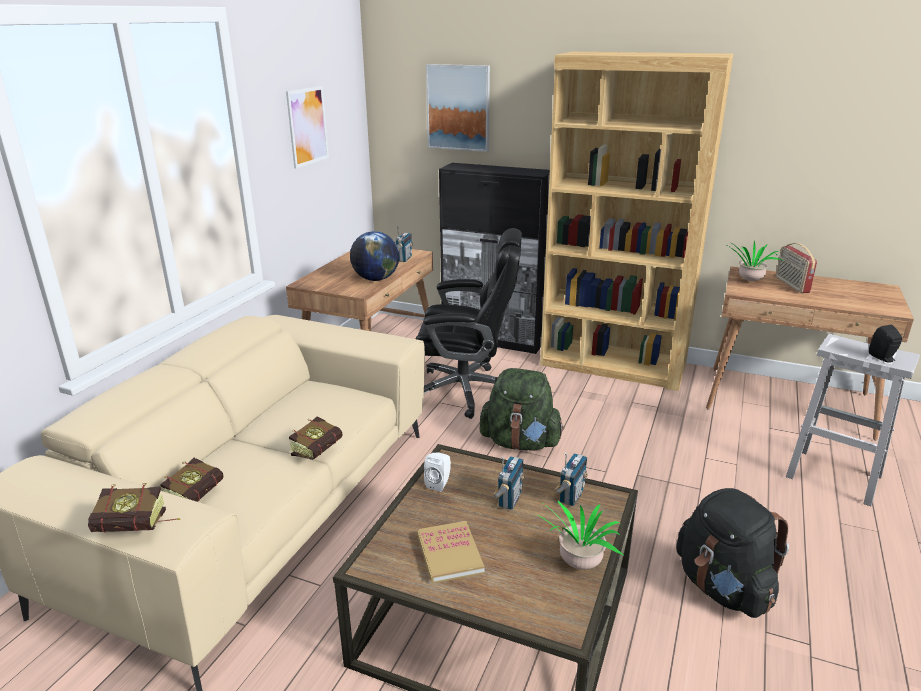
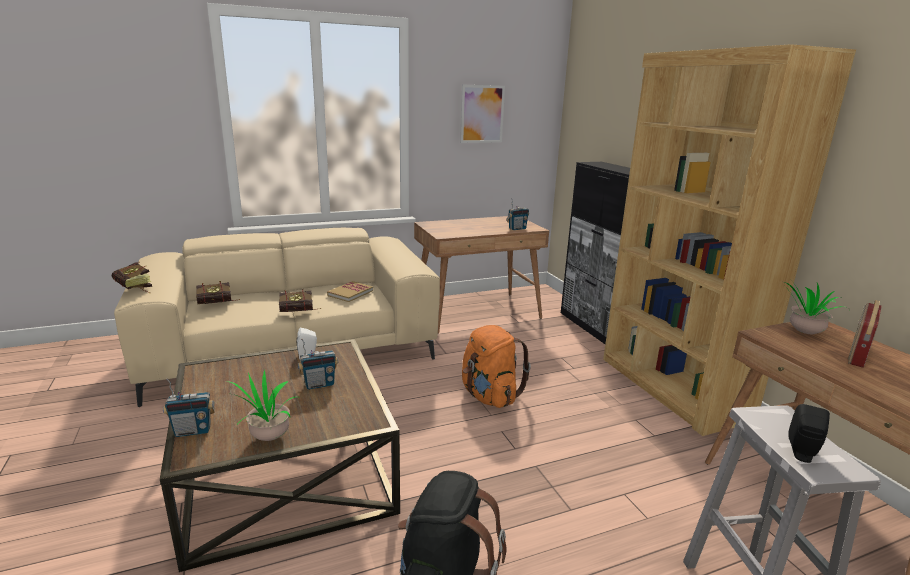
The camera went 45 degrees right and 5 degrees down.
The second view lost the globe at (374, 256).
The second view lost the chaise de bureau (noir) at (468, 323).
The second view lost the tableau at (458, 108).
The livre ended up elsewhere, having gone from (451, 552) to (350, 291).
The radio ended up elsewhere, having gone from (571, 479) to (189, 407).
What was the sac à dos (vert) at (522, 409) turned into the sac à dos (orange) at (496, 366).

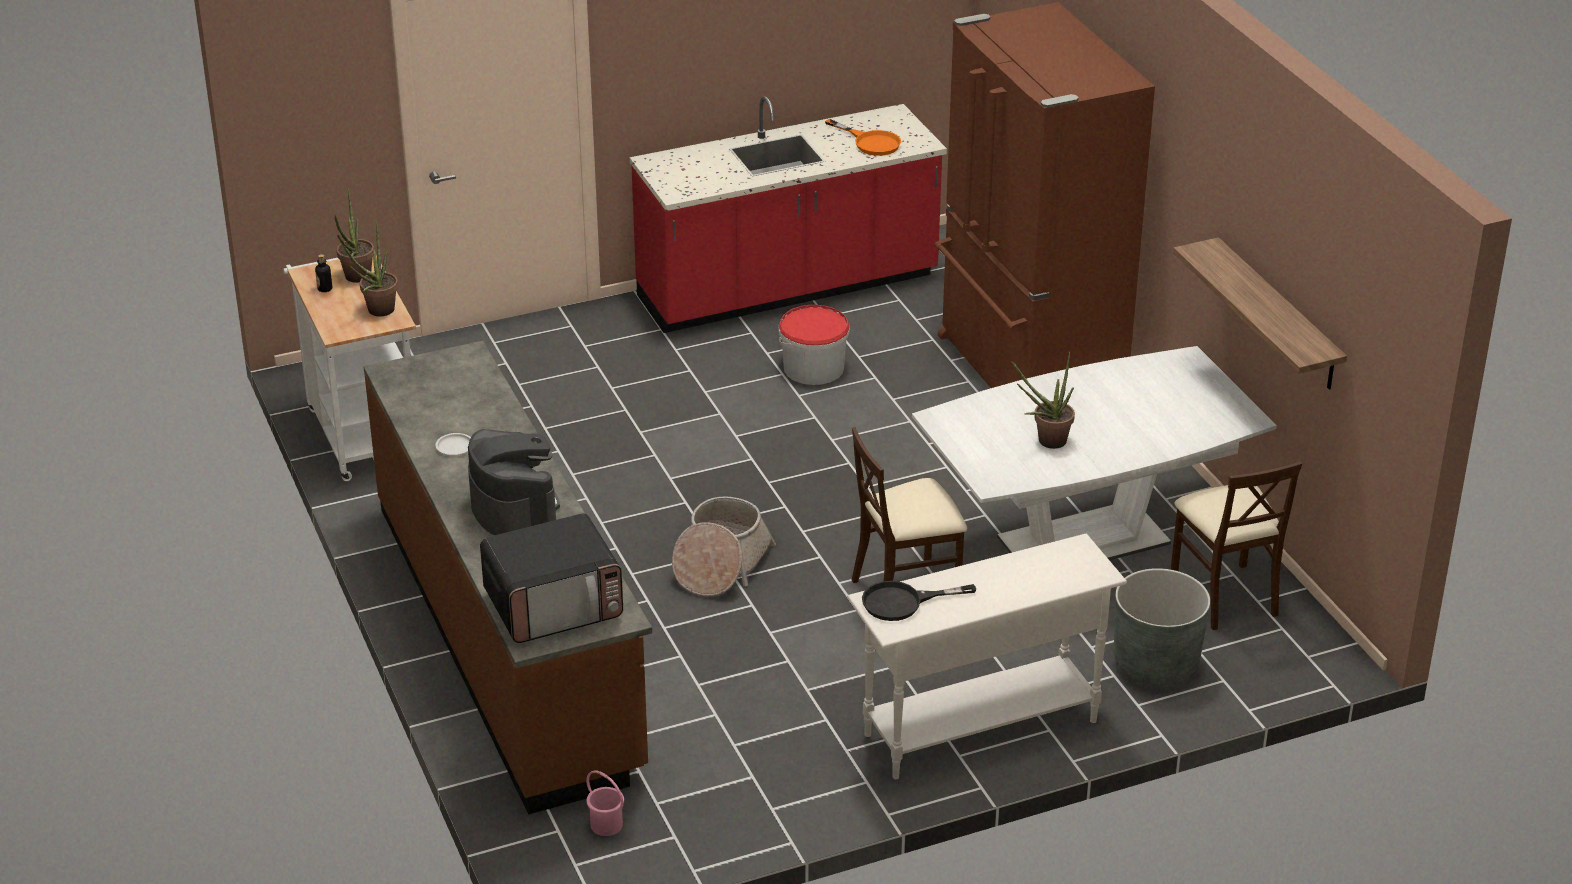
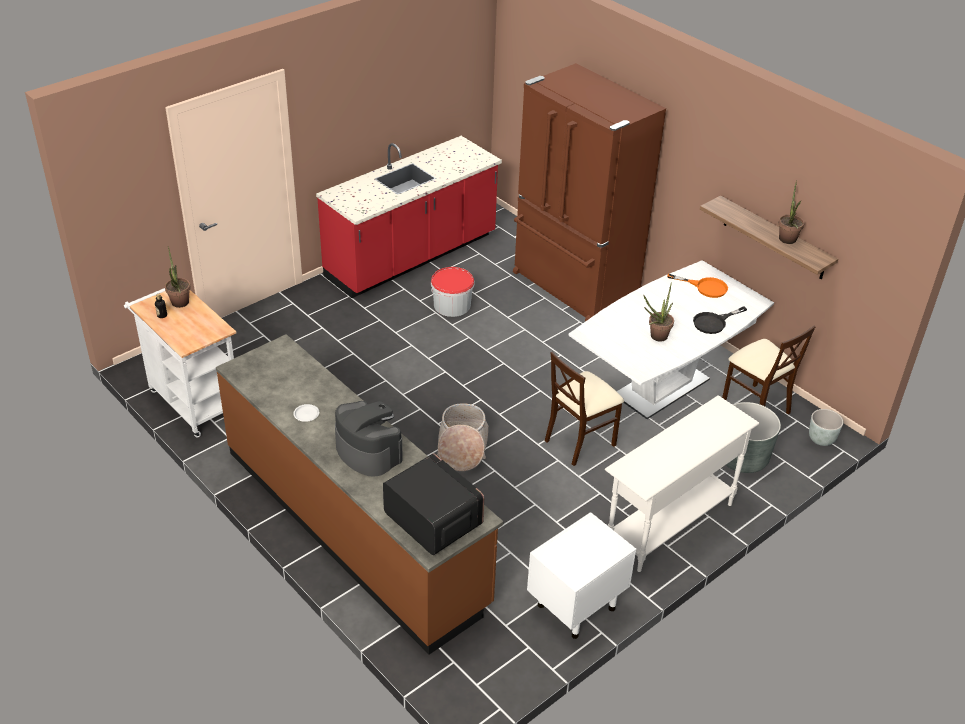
The camera went 20 degrees left and 5 degrees up.
The second view lost the seau (rose) at (605, 803).
The second view gained the table de chevet (blanc) at (581, 575).
The second view gained the cache-pot (gris) at (826, 427).
The plante en pot ended up elsewhere, having gone from (371, 268) to (791, 212).
The poêle (orange) ended up elsewhere, having gone from (863, 137) to (697, 286).
The poêle (noir) ended up elsewhere, having gone from (919, 601) to (720, 320).
The micro-ondes at (551, 578) ended up facing another way, 90 degrees counterclockwise from before.

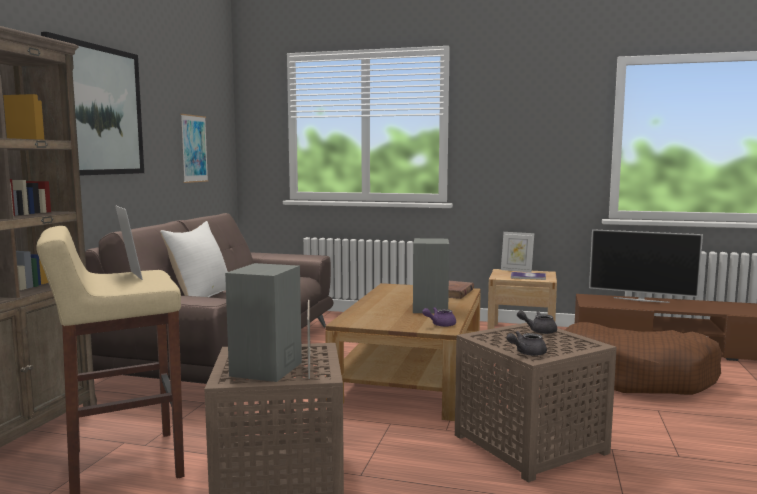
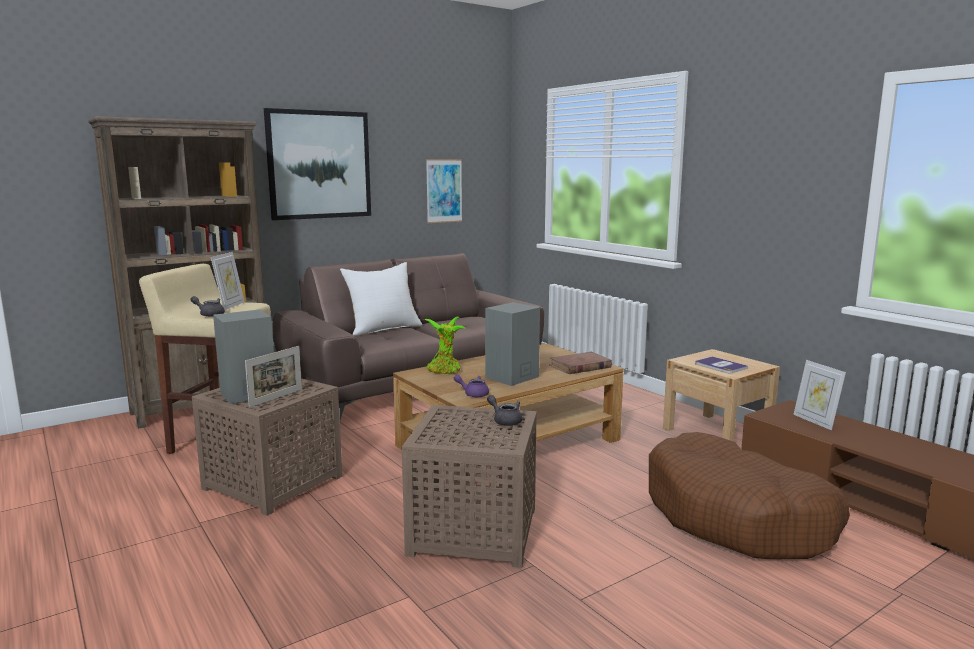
The camera went 40 degrees right and 5 degrees up.
The second view lost the téléviseur at (646, 266).
The second view gained the plante en pot at (445, 345).
The cadre photo ended up elsewhere, having gone from (517, 252) to (819, 395).
The théière (gris) ended up elsewhere, having gone from (526, 343) to (207, 306).

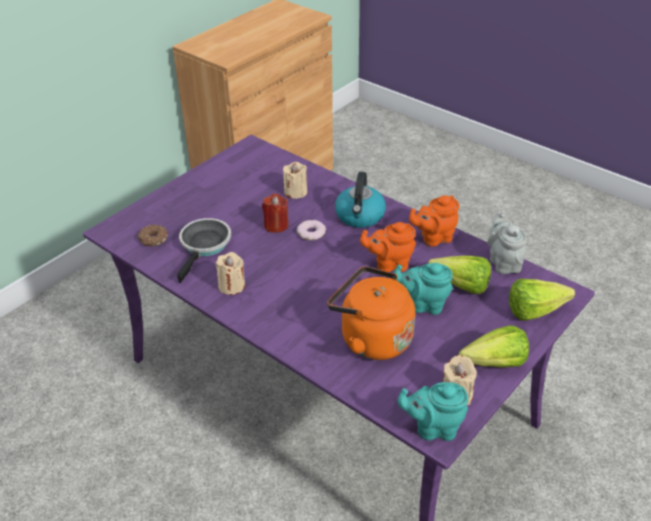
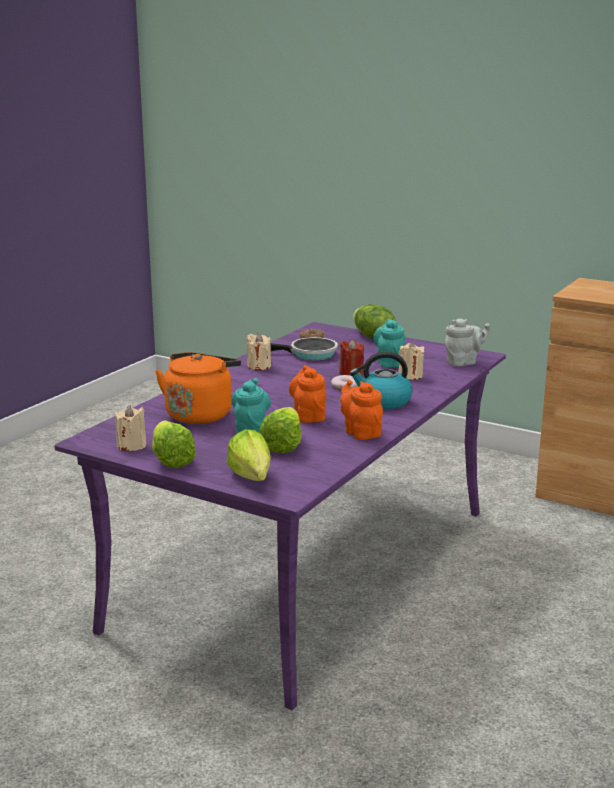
The camera went 80 degrees right and 20 degrees down.
The second view gained the laitue at (374, 321).
The théière (turquoise) ended up elsewhere, having gone from (432, 411) to (389, 343).
The théière (gris) ended up elsewhere, having gone from (507, 243) to (467, 342).

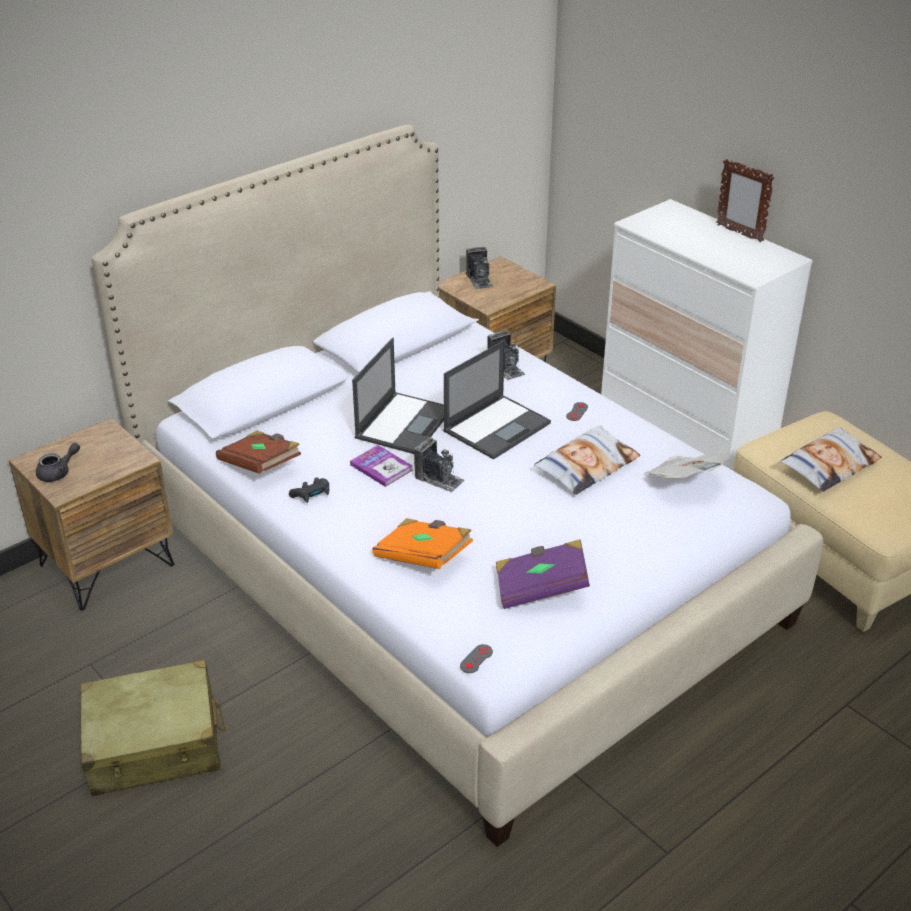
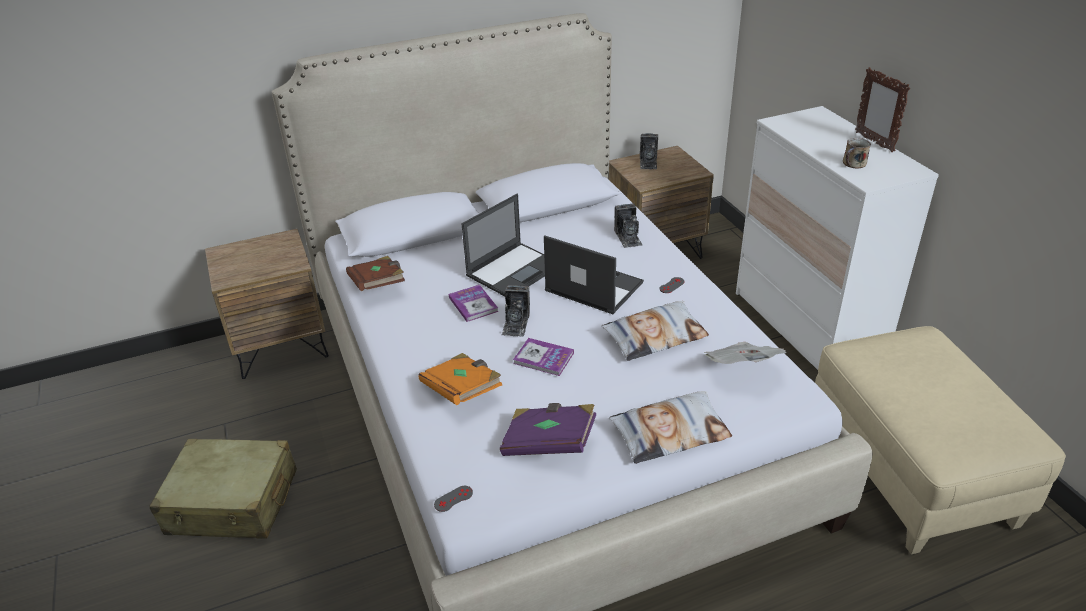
The camera went 20 degrees right and 0 degrees up.
The second view lost the théière (gris) at (58, 462).
The second view lost the manette (noir) at (309, 490).
The second view gained the livre at (543, 357).
The second view gained the mug at (857, 153).
The coussin ended up elsewhere, having gone from (831, 459) to (670, 427).
The appareil photo at (439, 465) ended up facing another way, 45 degrees clockwise from before.
The ordinateur portable at (497, 400) ended up facing another way, 120 degrees counterclockwise from before.

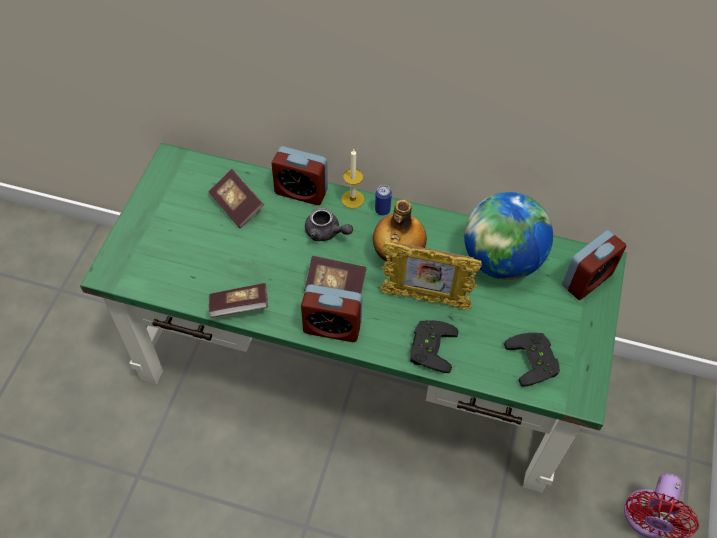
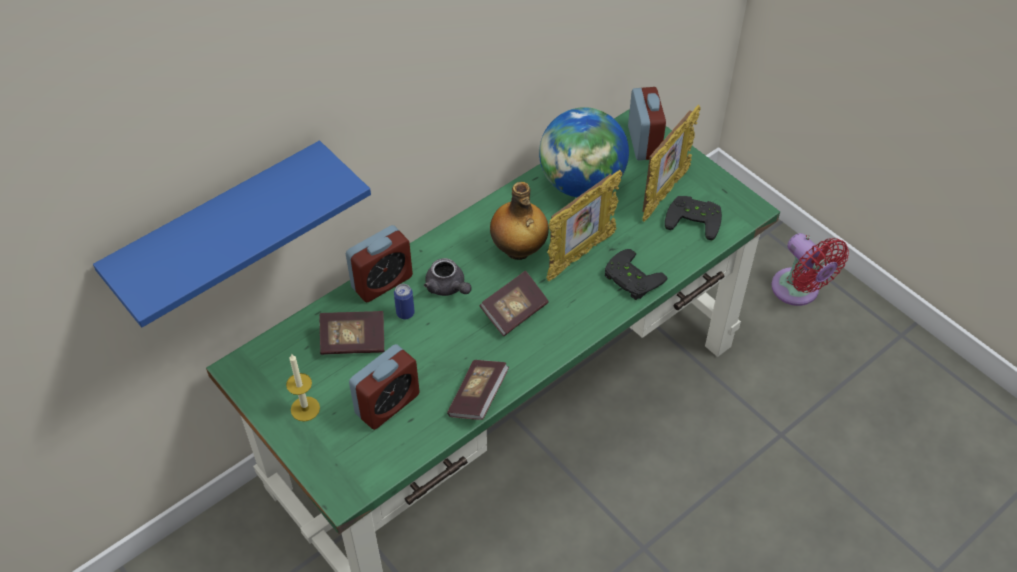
The camera went 55 degrees left and 5 degrees down.
The second view gained the étagère (bleu) at (232, 234).
The second view gained the cadre photo at (671, 163).
The réveil ended up elsewhere, having gone from (331, 313) to (384, 387).
The bougie ended up elsewhere, having gone from (352, 179) to (303, 387).
The boîte métallique ended up elsewhere, having gone from (383, 200) to (404, 301).
The théière (gris) at (329, 224) ended up facing another way, 75 degrees clockwise from before.

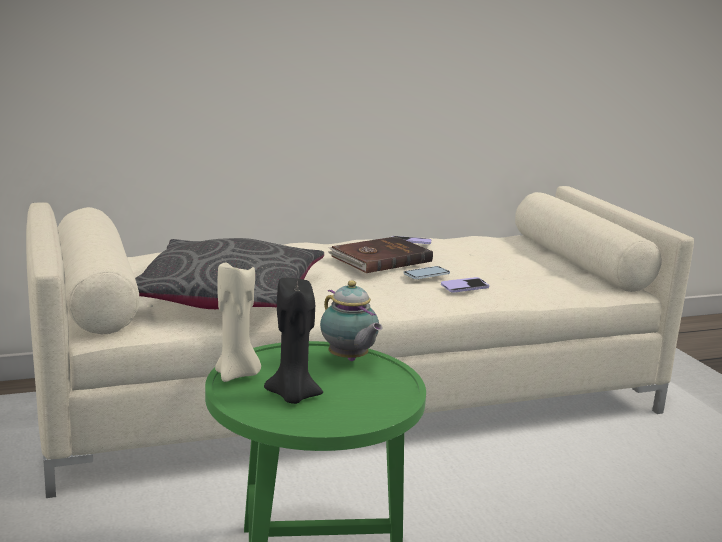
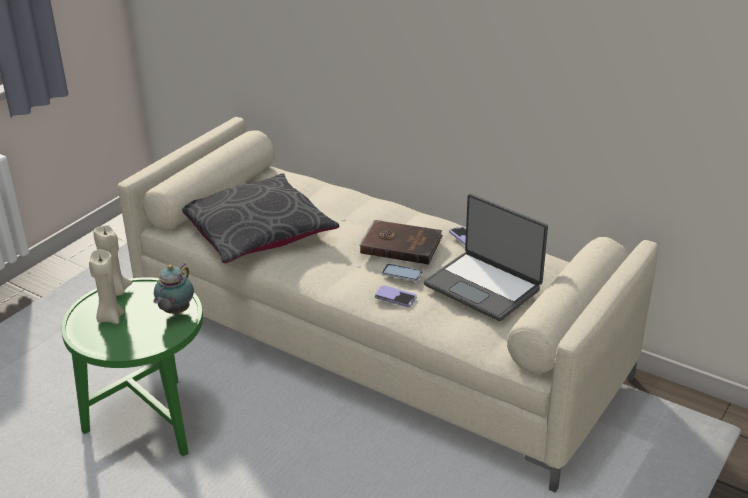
The camera went 55 degrees right and 15 degrees up.
The second view gained the ordinateur portable at (486, 257).
What was the bougie (noir) at (293, 340) turned into the bougie (beige) at (106, 287).

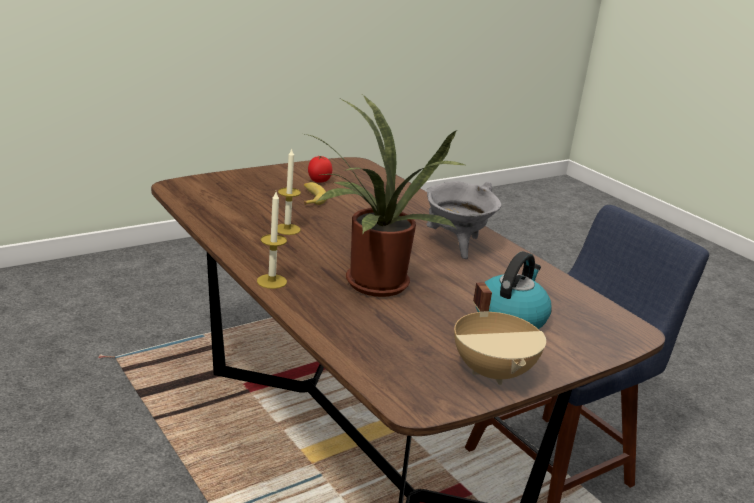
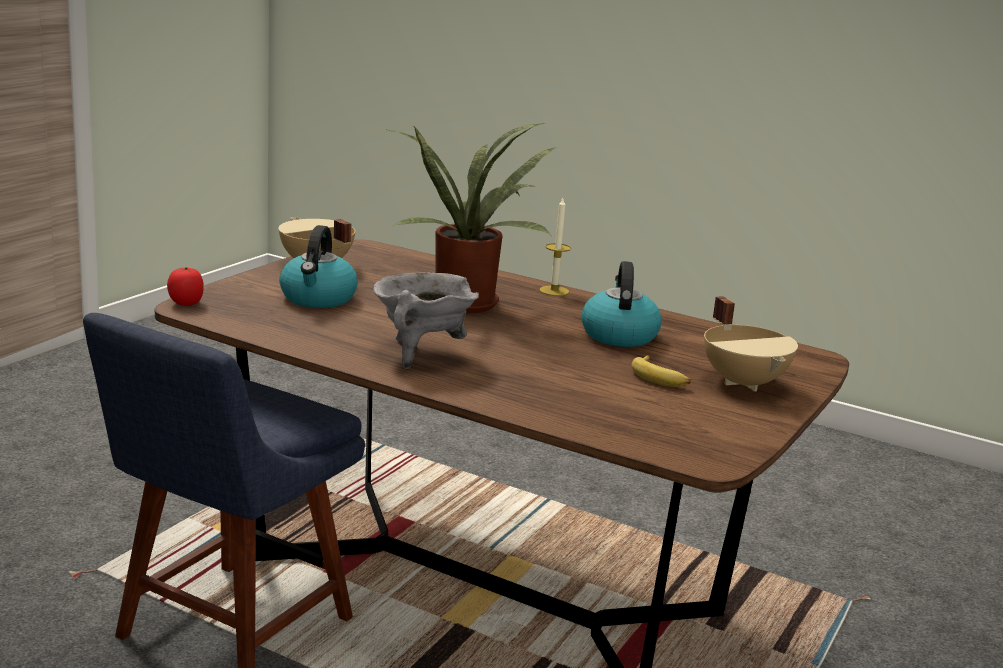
The camera went 155 degrees right and 5 degrees down.
The second view gained the marmite (beige) at (751, 344).
The tomate ended up elsewhere, having gone from (320, 169) to (185, 286).
Where the bougie stood at (289, 192), the bouilloire came to stand at (621, 304).

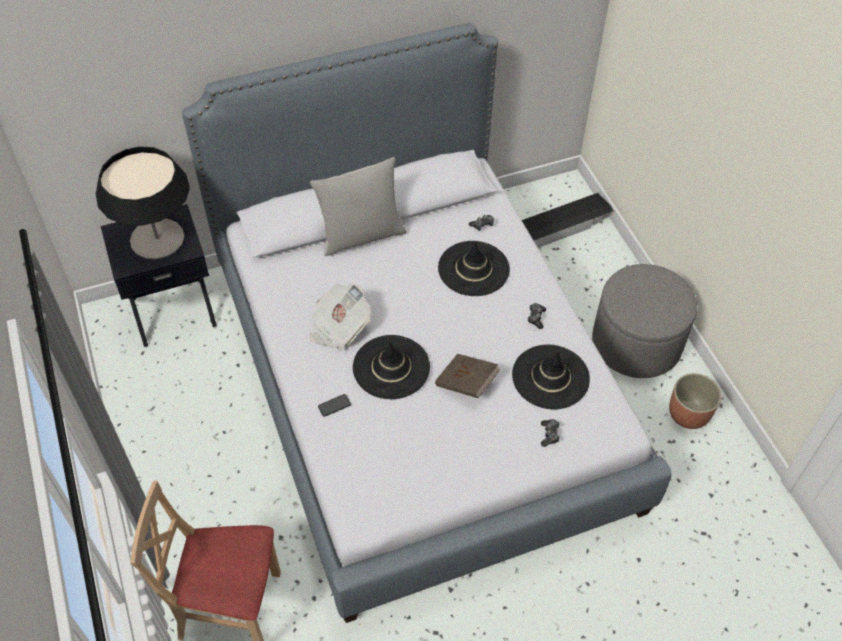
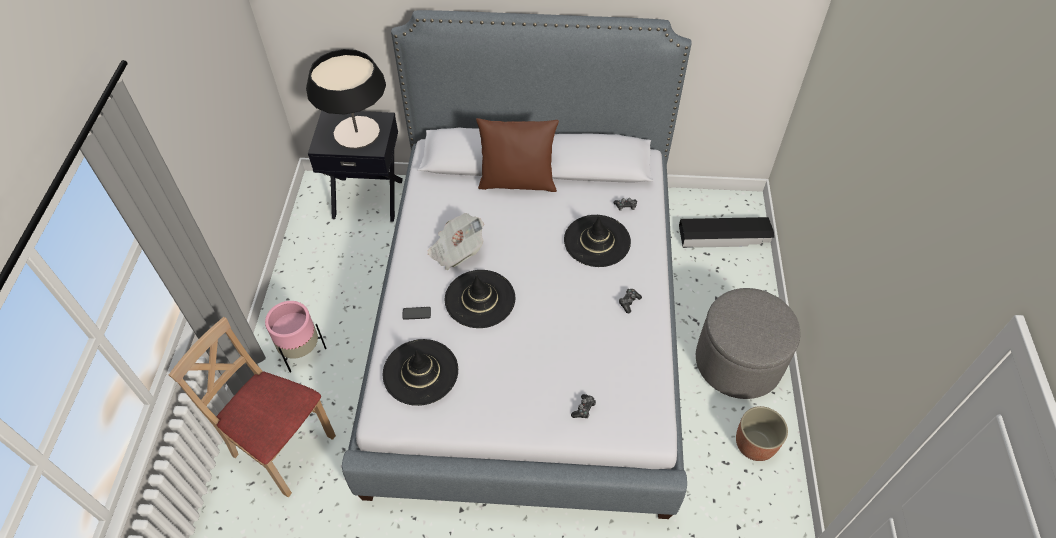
The camera went 25 degrees right and 0 degrees up.
The second view lost the livre (marron) at (467, 376).
The second view gained the cache-pot (rose) at (295, 336).
The chapeau (noir) ended up elsewhere, having gone from (551, 377) to (420, 372).
What was the coussin (gris) at (358, 206) turned into the coussin (marron) at (517, 155).

